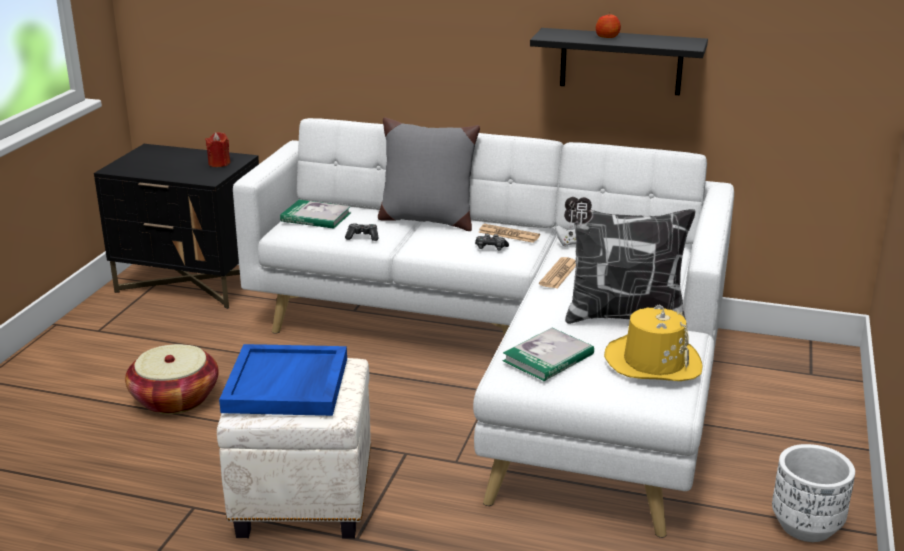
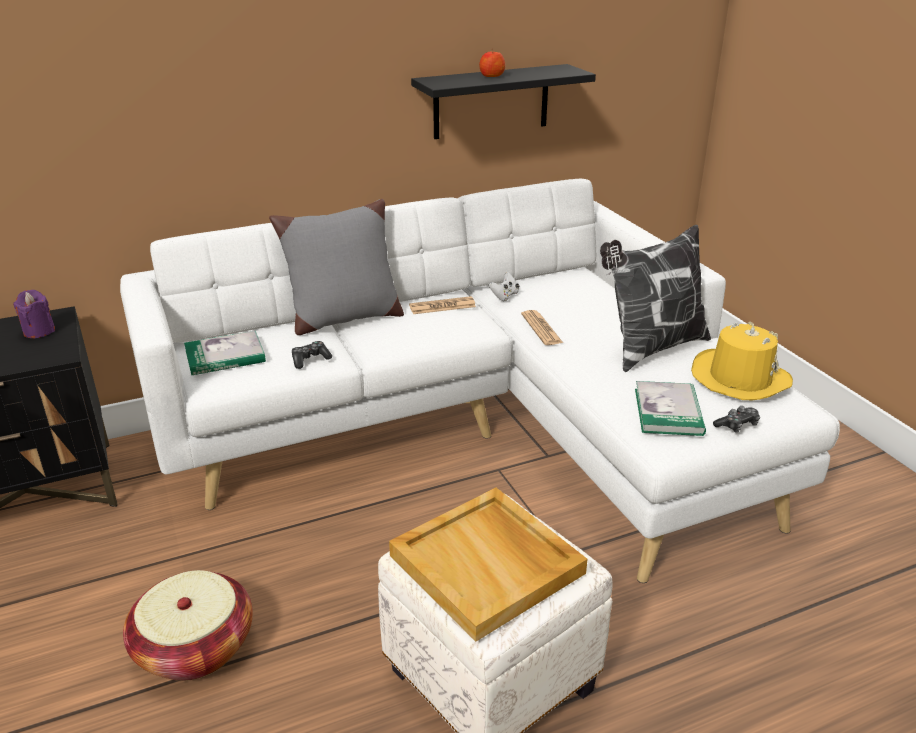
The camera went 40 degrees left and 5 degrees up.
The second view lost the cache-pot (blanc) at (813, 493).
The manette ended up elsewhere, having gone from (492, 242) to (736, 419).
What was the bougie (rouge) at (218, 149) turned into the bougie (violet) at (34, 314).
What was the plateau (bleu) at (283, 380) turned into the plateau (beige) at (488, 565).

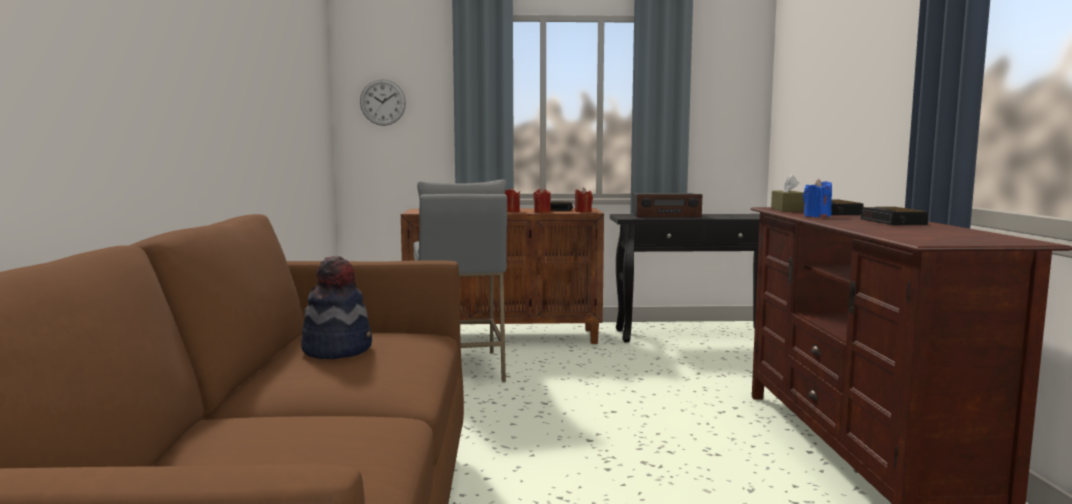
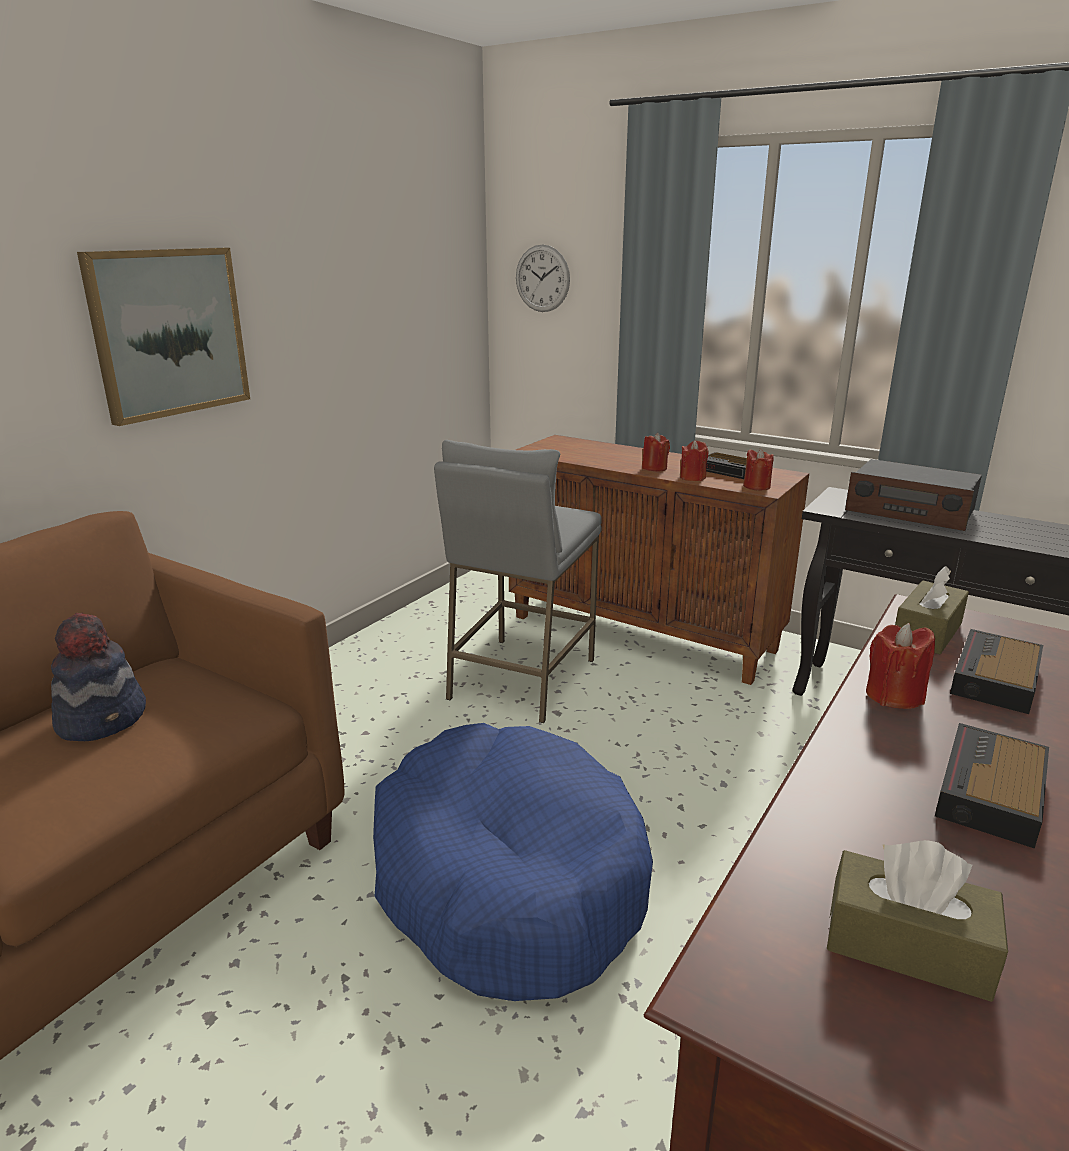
The camera went 35 degrees right and 15 degrees up.
The second view gained the tableau at (163, 336).
The second view gained the panier pour chien (bleu) at (513, 862).
The second view gained the boîte à mouchoirs (marron) at (917, 921).
What was the bougie (bleu) at (817, 198) turned into the bougie (rouge) at (900, 666).

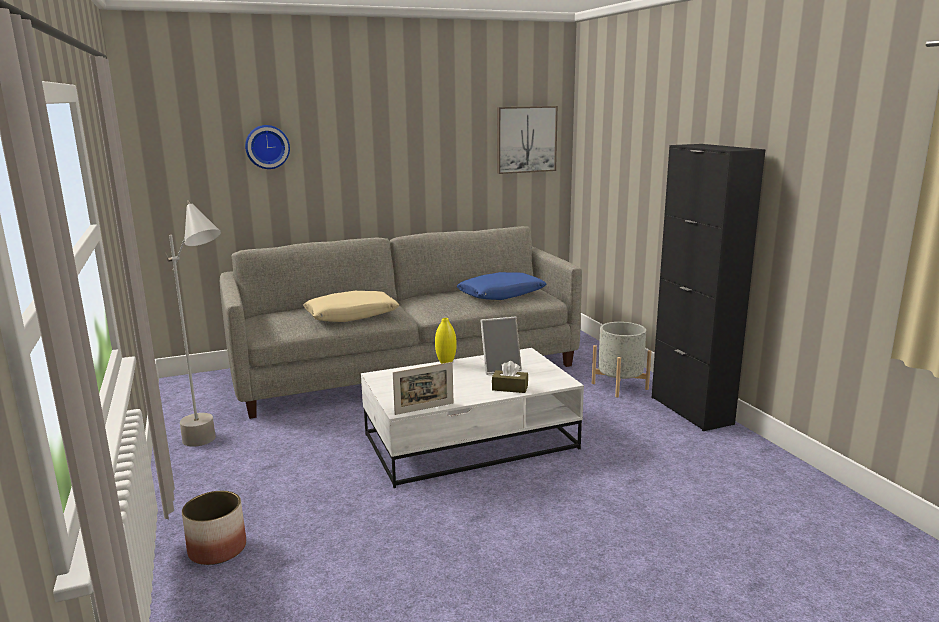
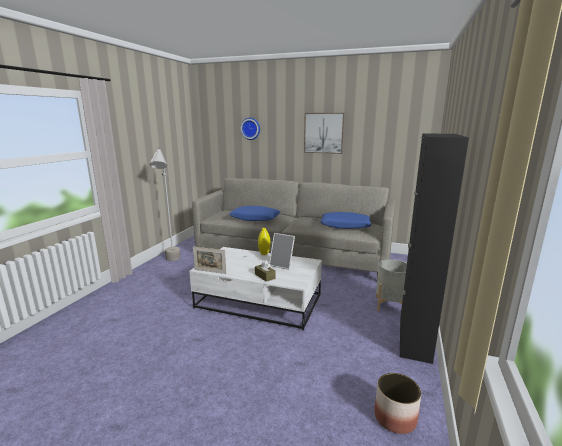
The camera went 40 degrees right and 0 degrees up.
The cache-pot ended up elsewhere, having gone from (214, 528) to (397, 403).
The tableau ended up elsewhere, having gone from (527, 140) to (324, 133).
What was the coussin (beige) at (351, 306) turned into the coussin (bleu) at (254, 213).

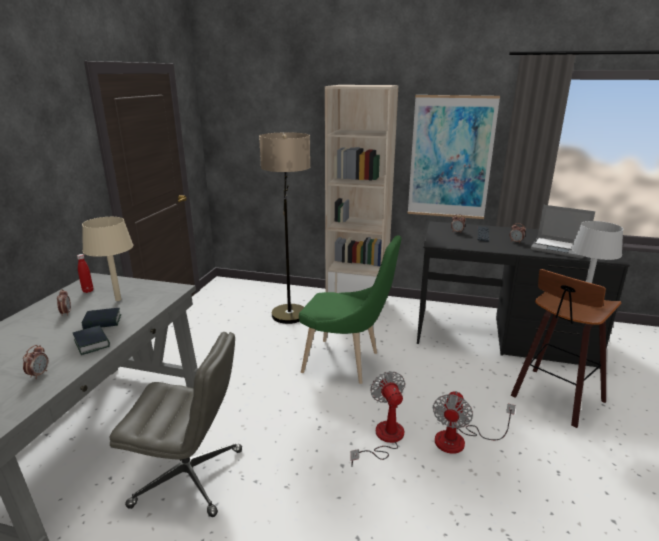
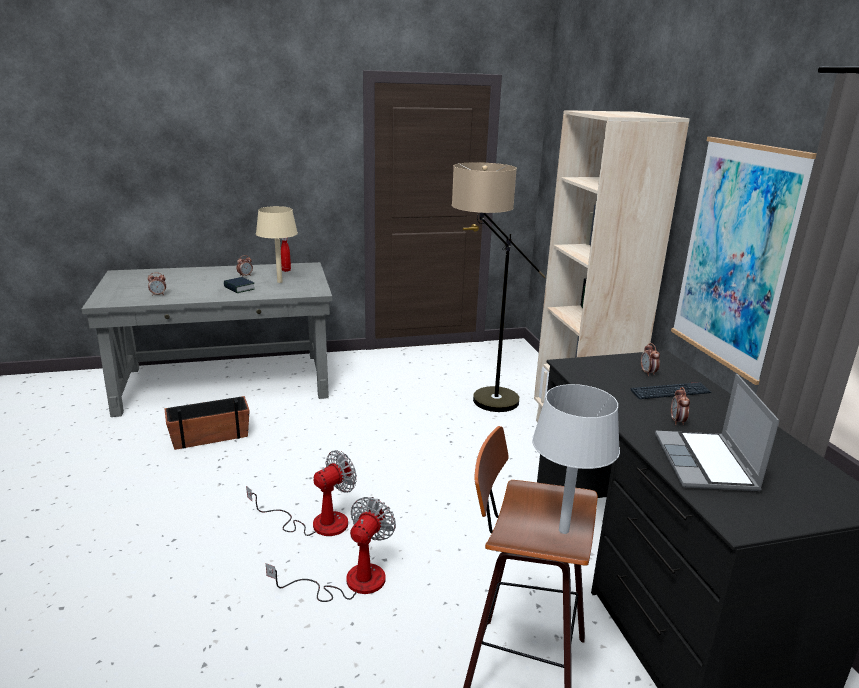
The camera went 60 degrees right and 0 degrees up.
The second view lost the livre at (91, 340).
The second view lost the chaise (vert) at (350, 309).
Where the chaise de bureau (gris) stood at (175, 424), the cache-pot came to stand at (207, 423).
The ventilateur at (474, 422) ended up facing another way, 120 degrees clockwise from before.

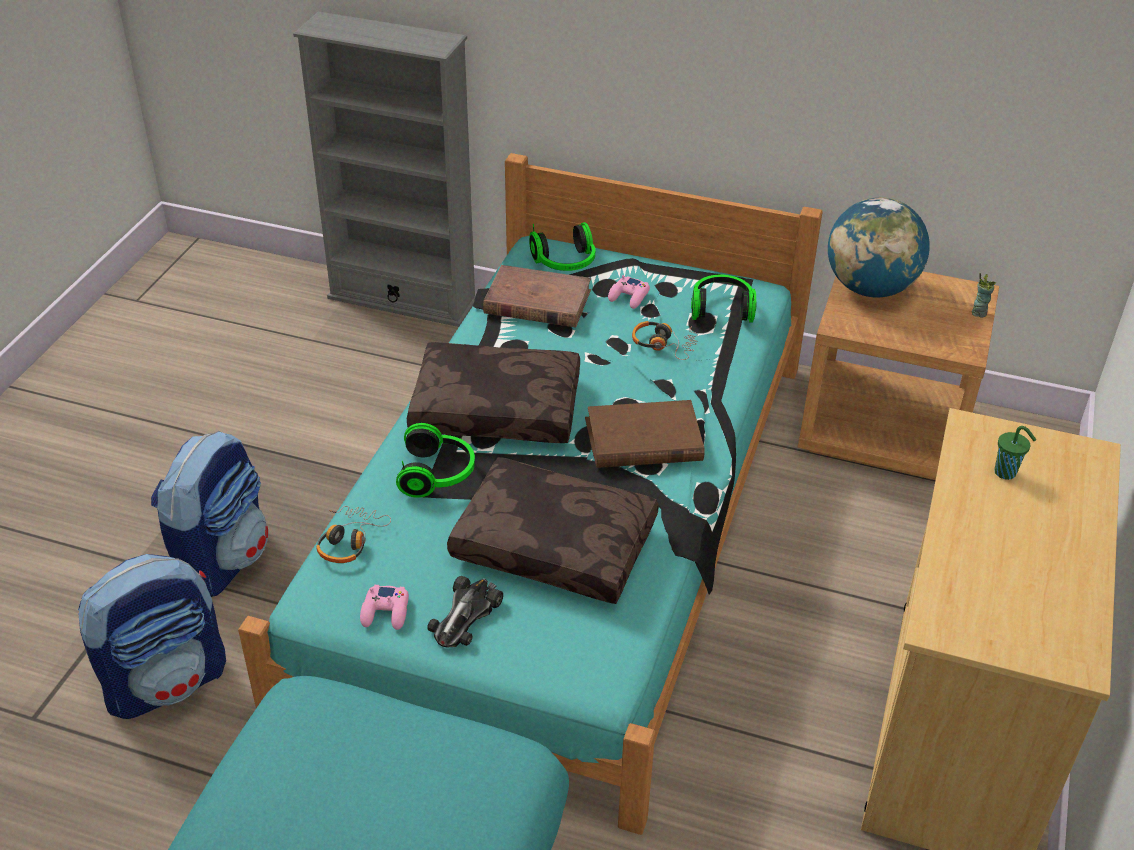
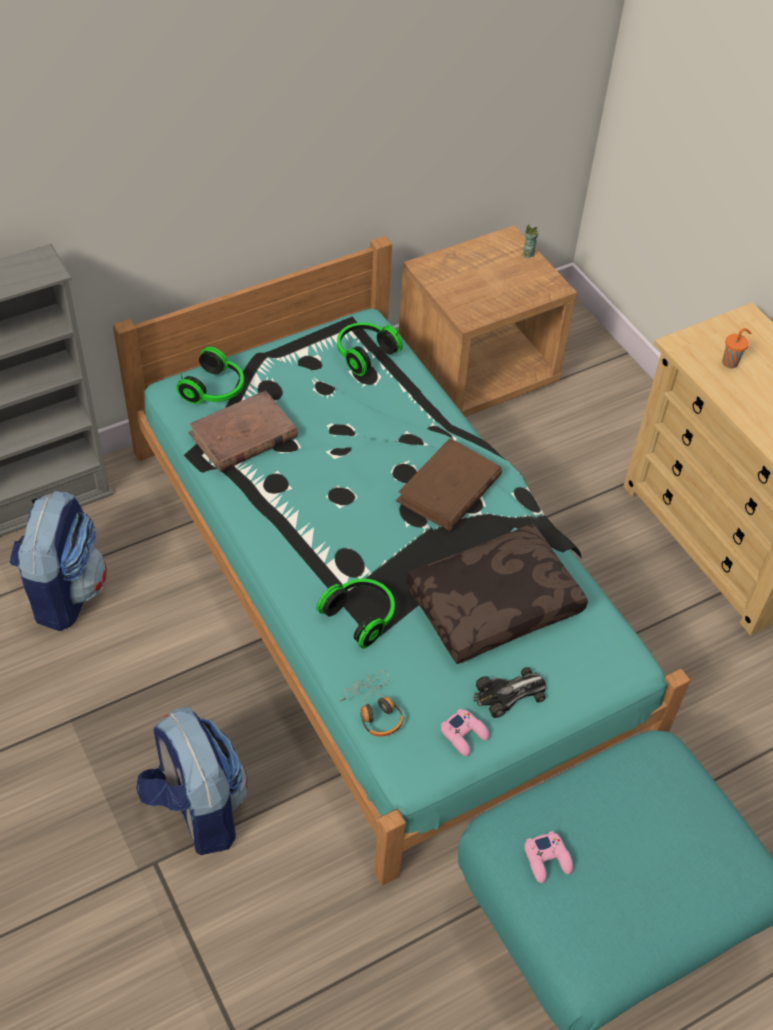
The camera went 50 degrees left and 10 degrees up.
The second view lost the coussin (marron) at (493, 392).
The second view lost the casque audio at (665, 340).
The second view lost the globe at (879, 247).
The sac à dos ended up elsewhere, having gone from (152, 636) to (58, 561).
The manette (rose) ended up elsewhere, having gone from (629, 292) to (548, 857).
What was the tasse (vert) at (1015, 453) turned into the tasse (orange) at (737, 348).
The petite voiture at (465, 612) ended up facing another way, 90 degrees counterclockwise from before.

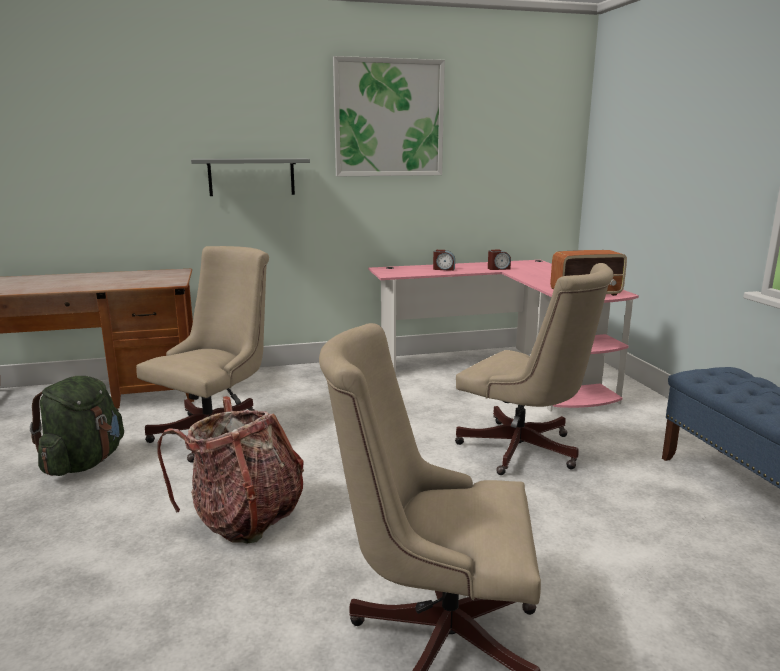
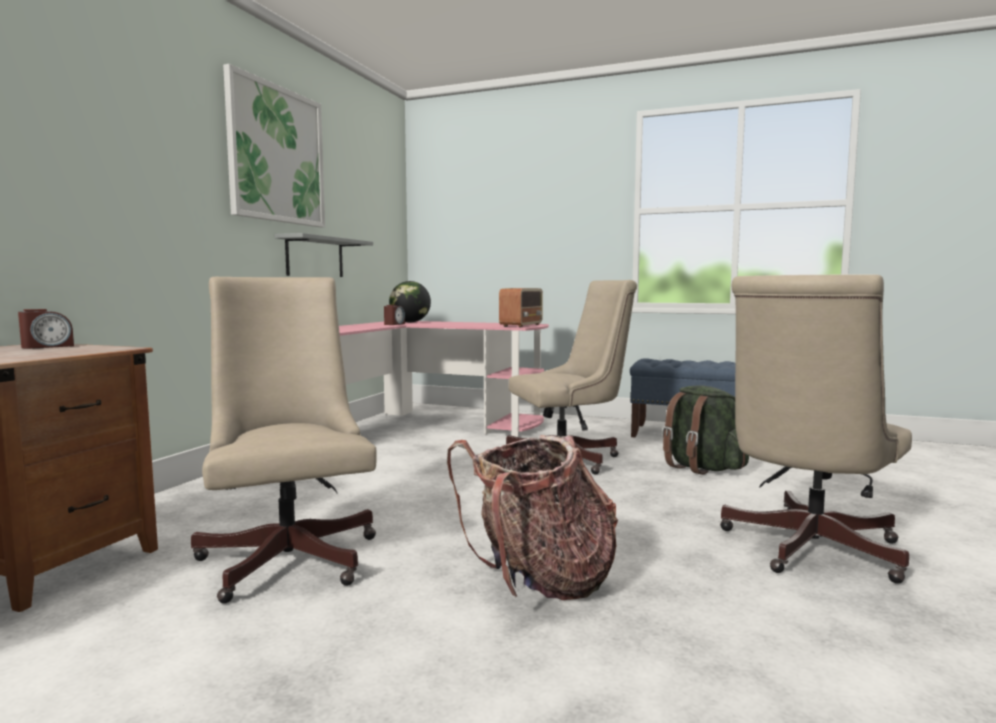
The camera went 55 degrees left and 10 degrees down.
The second view gained the globe at (410, 301).
The sac à dos (vert) ended up elsewhere, having gone from (77, 426) to (705, 430).
The étagère (gris) ended up elsewhere, having gone from (250, 177) to (324, 255).
The réveil ended up elsewhere, having gone from (444, 260) to (46, 329).

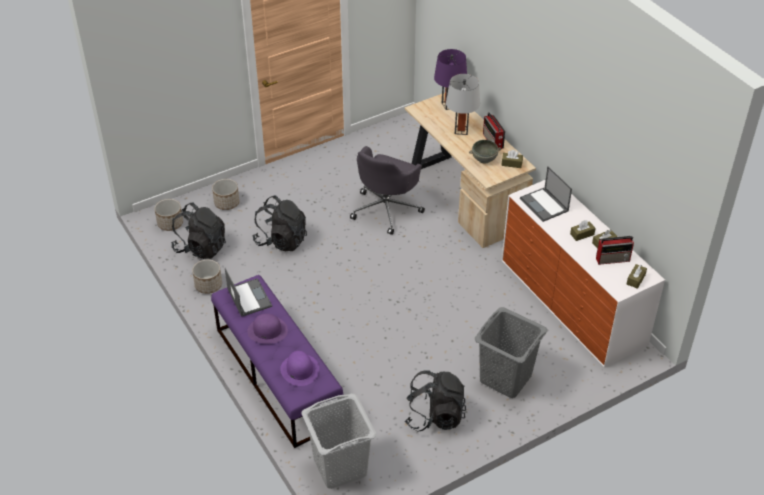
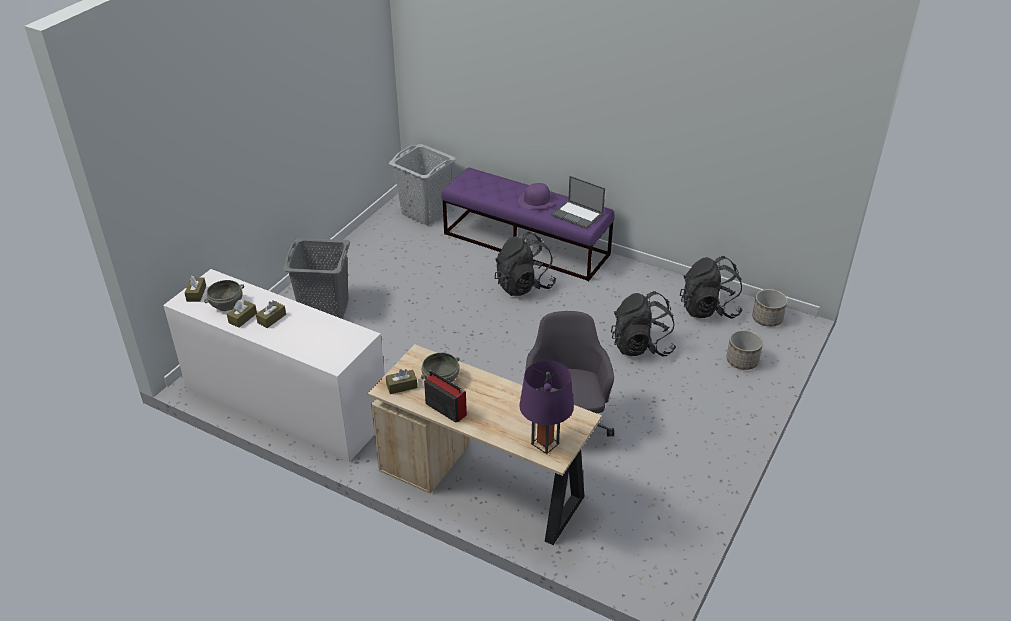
The camera went 150 degrees right and 5 degrees down.
The second view lost the cache-pot at (207, 276).
The second view lost the chapeau (violet) at (299, 368).
The second view lost the lampe de table (gris) at (463, 104).
The second view lost the ordinateur portable at (546, 194).
The sac à dos (noir) ended up elsewhere, having gone from (435, 401) to (525, 264).
Where the radio stood at (615, 250), the bol (gris) came to stand at (224, 295).

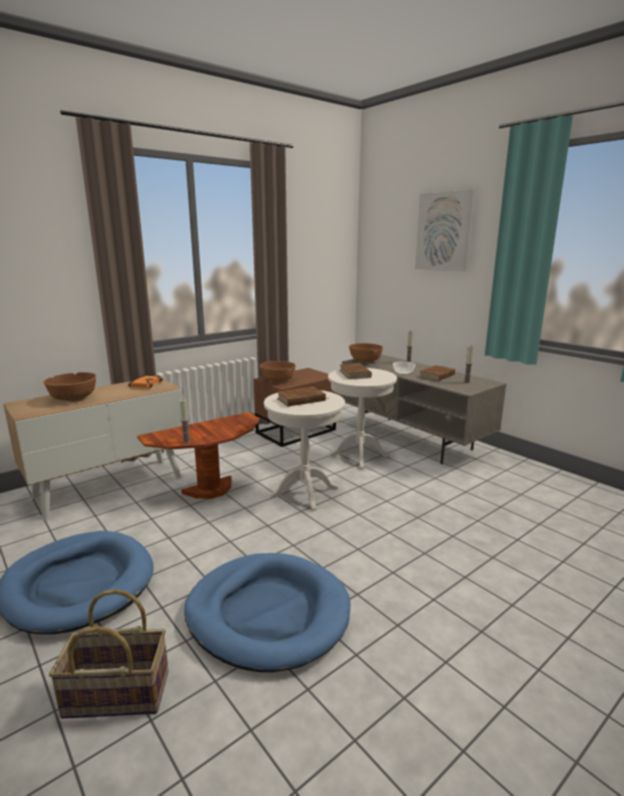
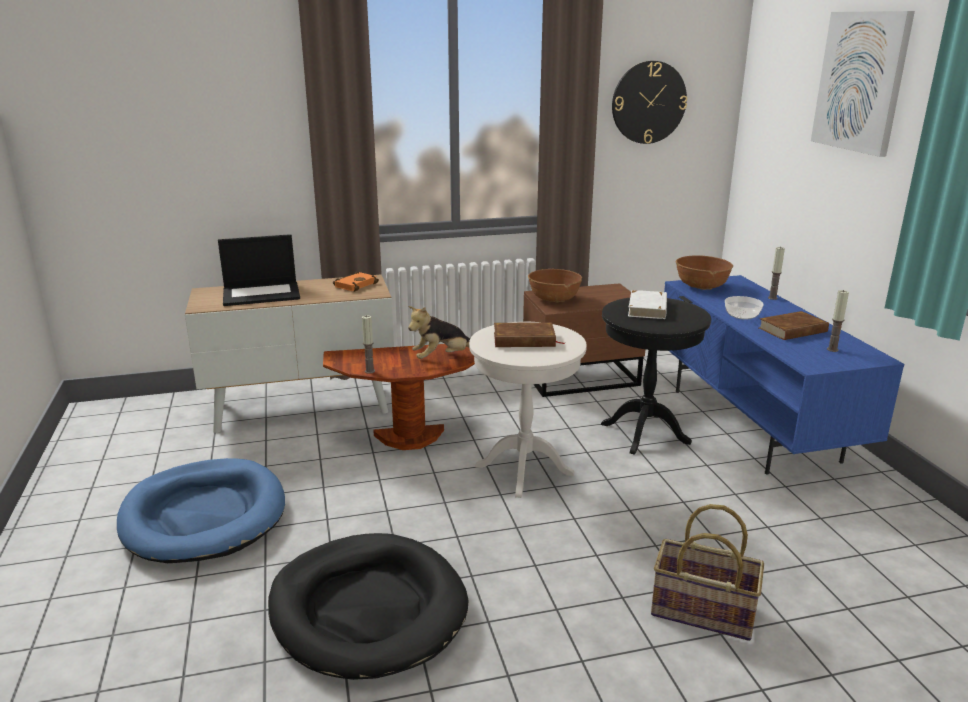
The camera went 25 degrees right and 5 degrees up.
The second view gained the peluche at (439, 332).
The second view gained the horloge murale at (649, 102).
The panier ended up elsewhere, having gone from (109, 654) to (707, 572).
Where the bol (marron) stood at (70, 387), the ordinateur portable came to stand at (259, 270).
What was the panier pour chien (bleu) at (267, 612) turned into the panier pour chien (noir) at (368, 606).
What was the table d'appoint (blanc) at (362, 418) turned into the table d'appoint (noir) at (656, 376).
What was the livre (marron) at (355, 371) turned into the livre (blanc) at (647, 304).
What was the meuble télé (gris) at (424, 409) turned into the meuble télé (bleu) at (784, 375).

